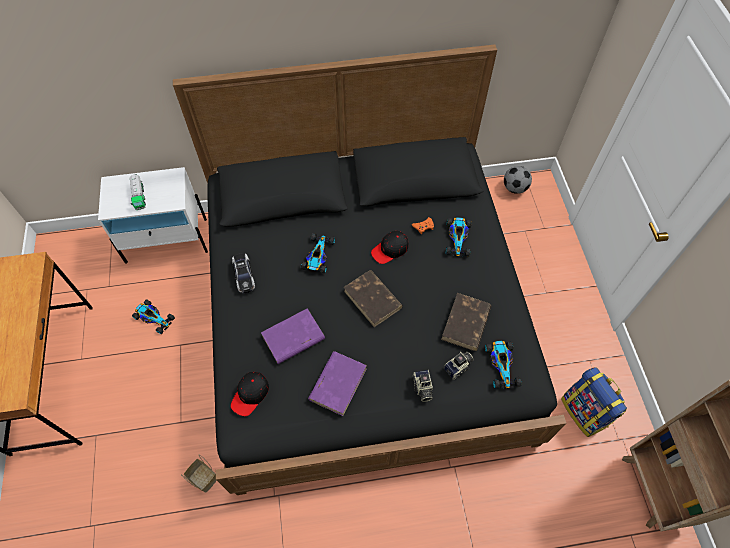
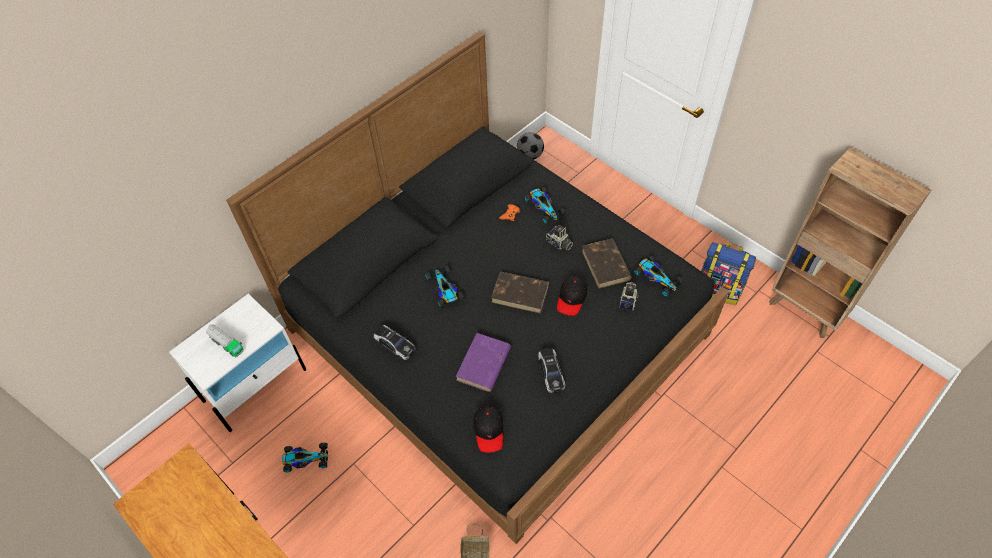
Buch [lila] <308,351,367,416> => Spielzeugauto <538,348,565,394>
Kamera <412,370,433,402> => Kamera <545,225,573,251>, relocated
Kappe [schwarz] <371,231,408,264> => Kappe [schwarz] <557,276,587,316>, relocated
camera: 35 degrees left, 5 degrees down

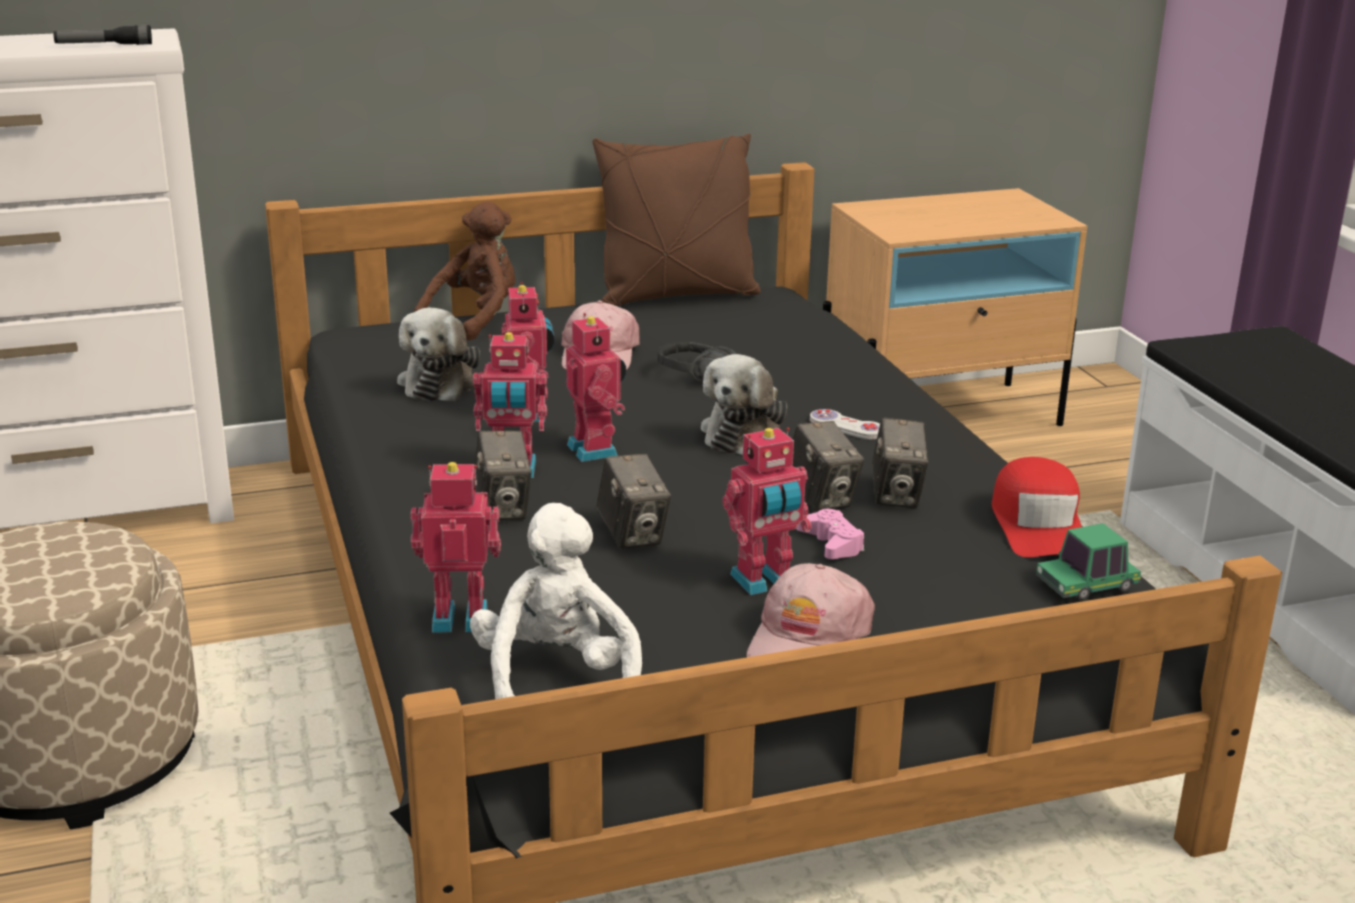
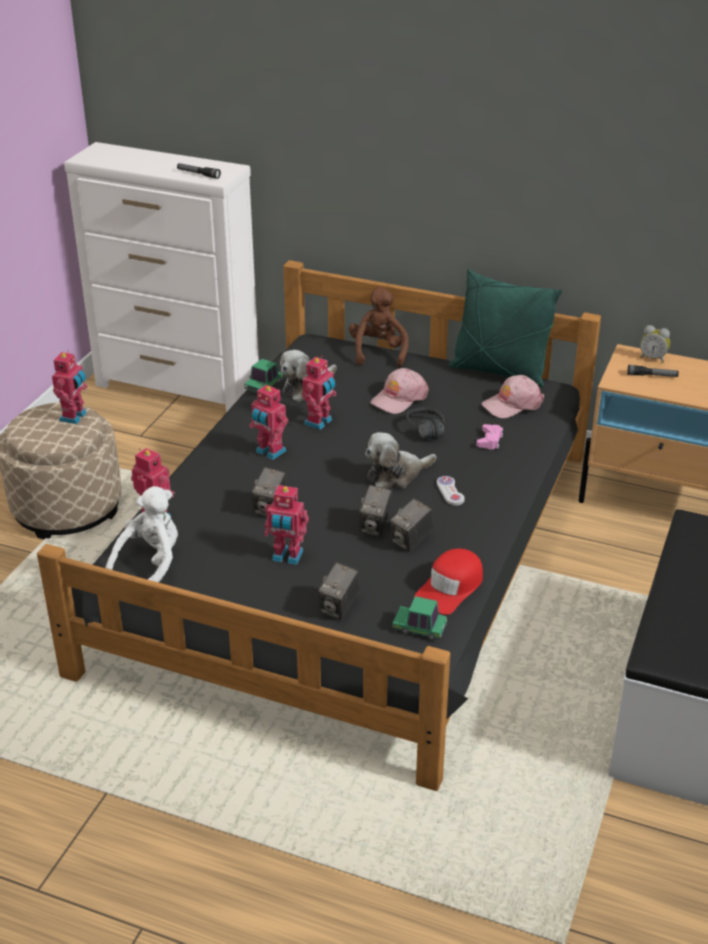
Spielzeugroboter <566,313,626,462> => Spielzeugroboter <52,350,88,424>, relocated
nothing => Spielzeugauto <244,359,283,393>
Kamera <475,431,531,520> => Kamera <318,562,359,620>, relocated
Plüschtier [braun] <414,202,515,340> => Plüschtier [braun] <349,286,408,367>, 75 degrees counterclockwise
Kissen [braun] <593,134,761,306> => Kissen [grün] <449,269,562,387>
Gamepad [rosa] <797,509,864,559> => Gamepad [rosa] <476,424,503,449>, relocated
Kappe [rosa] <747,563,875,657> => Kappe [rosa] <481,375,544,418>, relocated
nothing => Taschenlampe <627,365,679,377>
nothing => Wecker <640,325,670,363>
camera: 40 degrees right, 10 degrees up

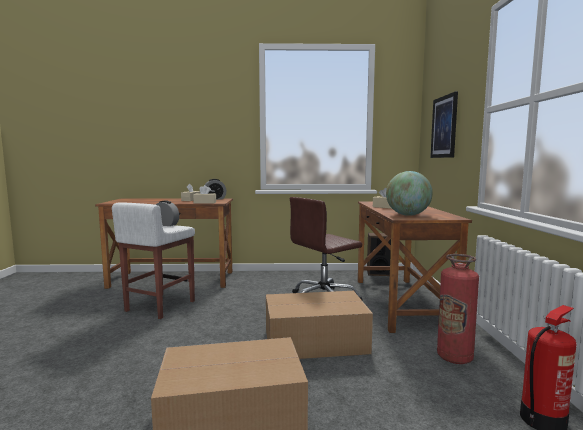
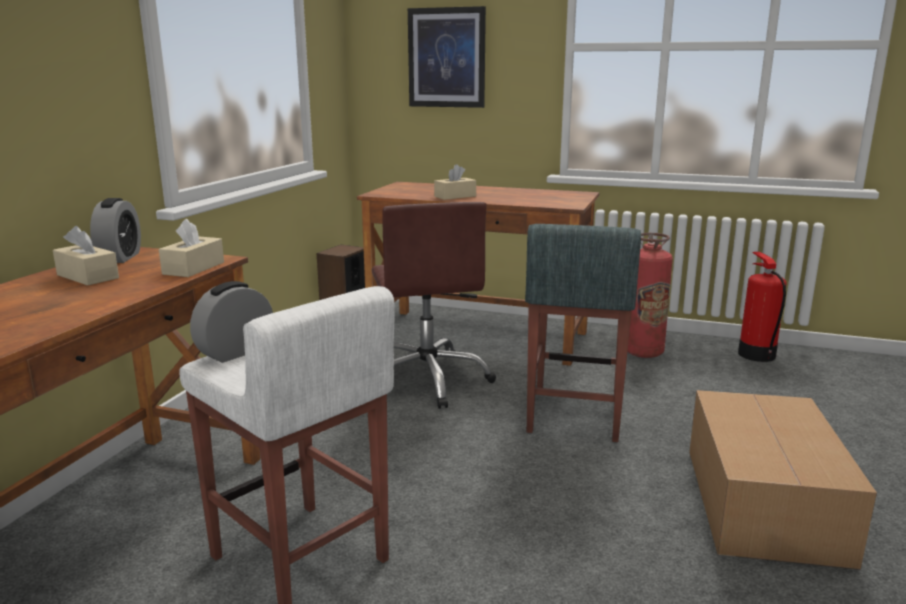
Karton <266,291,373,359> => Hocker [grau] <525,224,641,442>
Globus <386,171,433,216> => nothing
camera: 70 degrees left, 10 degrees up

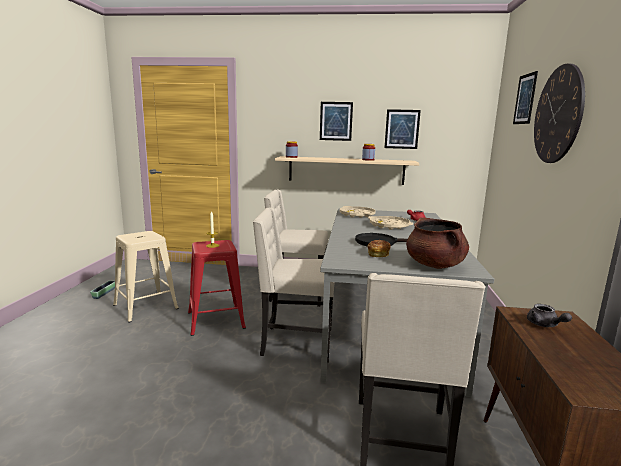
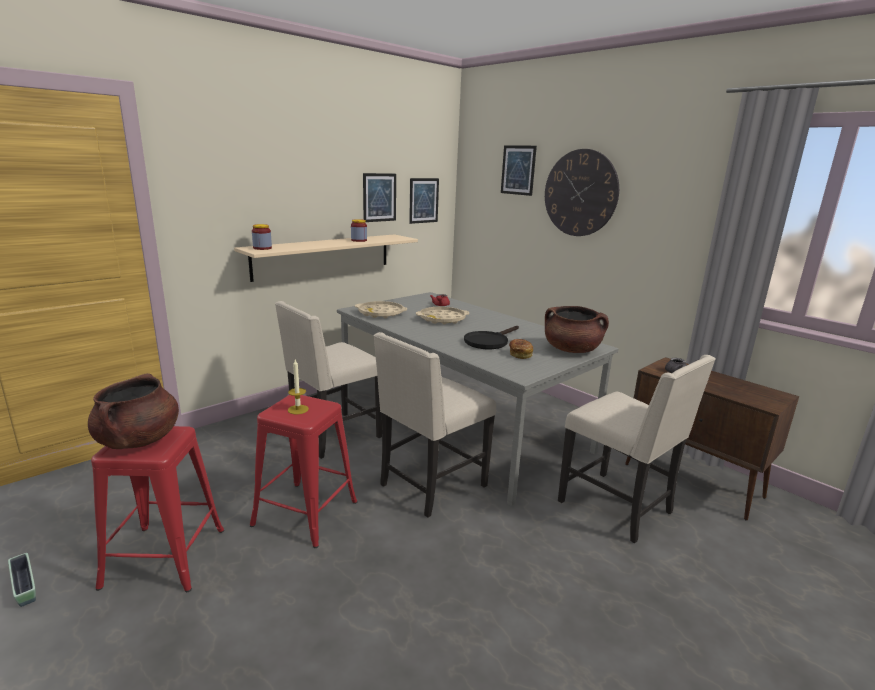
nothing => Kochtopf [braun] <88,373,179,449>
Hocker [beige] <113,231,179,323> => Hocker [rot] <91,426,225,592>
Bild <320,102,353,141> => Bild <409,178,439,224>, relocated
camera: 50 degrees left, 5 degrees up

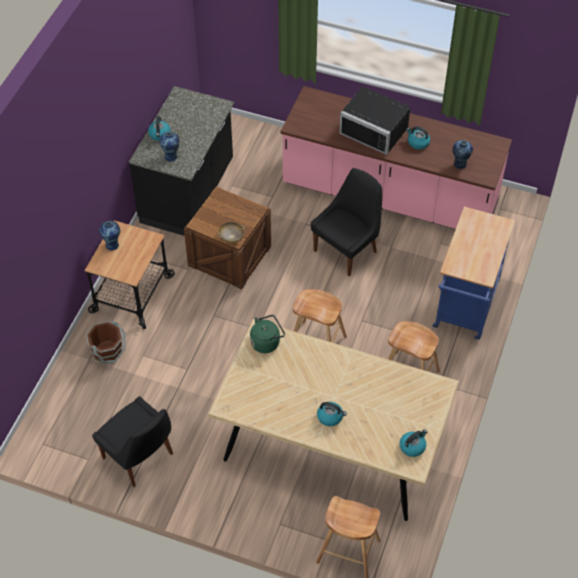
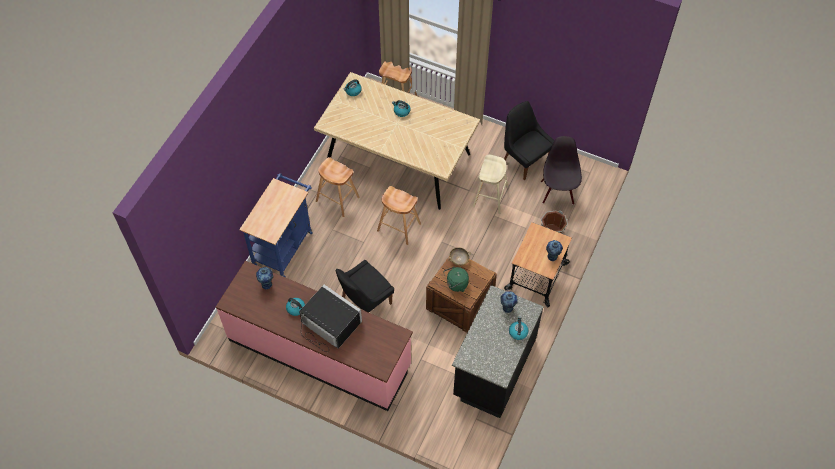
Wasserkessel [grün] <250,315,285,353> => Wasserkessel [grün] <444,266,469,292>, relocated
nothing => Hocker [beige] <473,154,508,214>
nothing => Stuhl [schwarz] <541,136,582,205>
camera: 175 degrees left, 5 degrees up

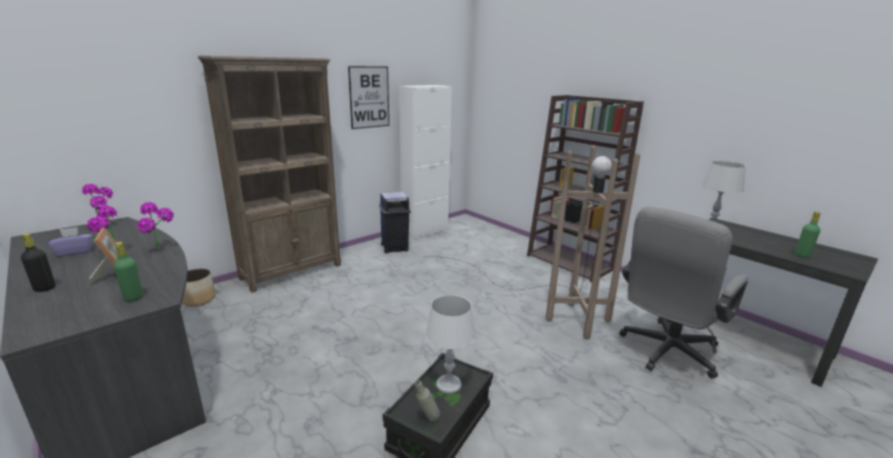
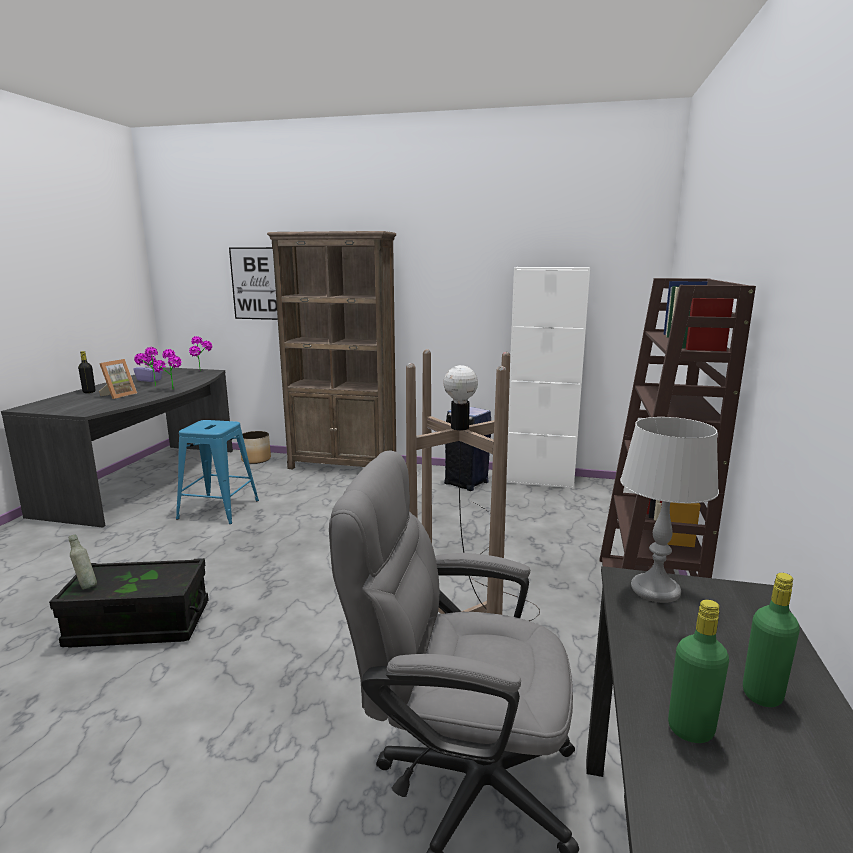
nothing => Hocker [blau] <176,420,259,524>
Bild <348,66,389,129> => Bild <229,247,278,320>, relocated
Flasche [grün] <114,242,143,302> => Flasche [grün] <743,573,800,707>, relocated
Tischlampe [weiß] <426,295,475,394> => nothing
camera: 55 degrees right, 5 degrees down

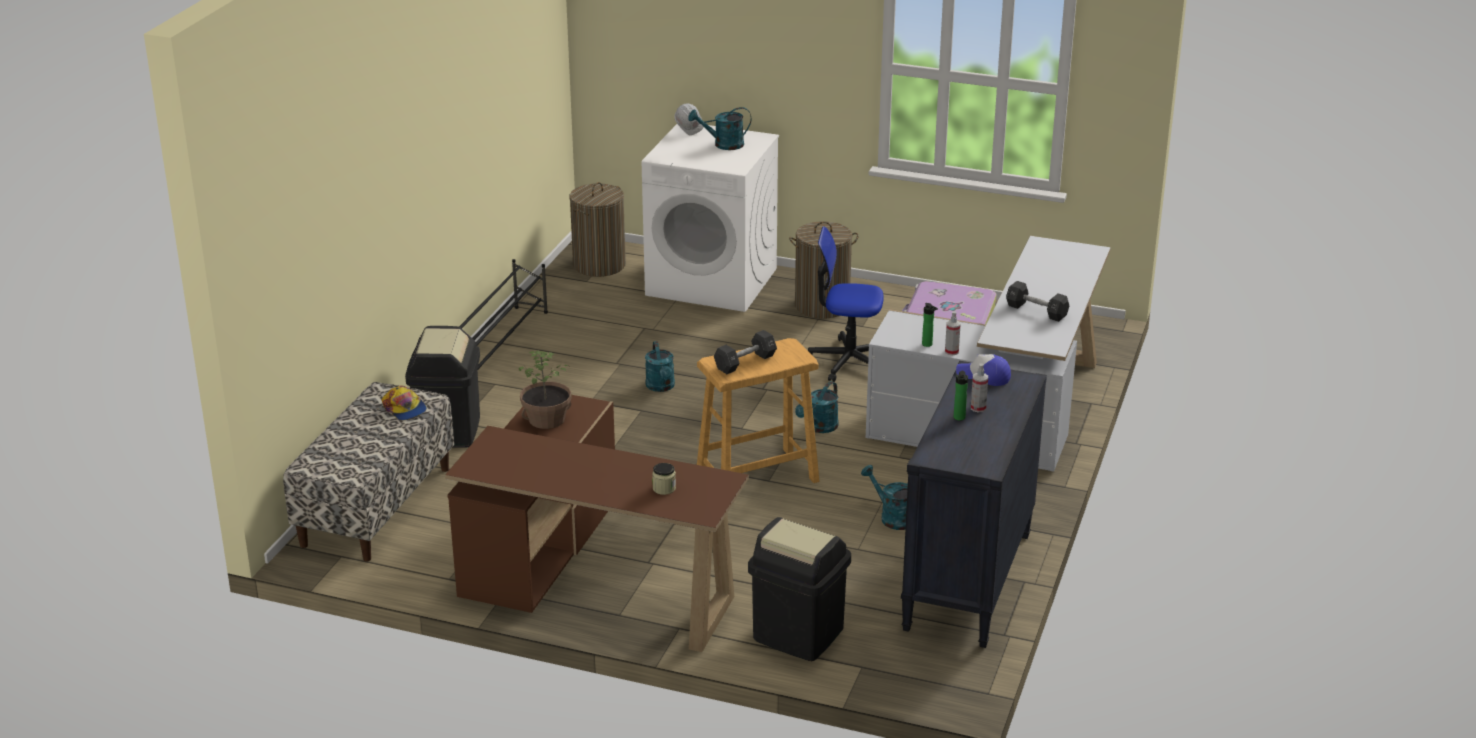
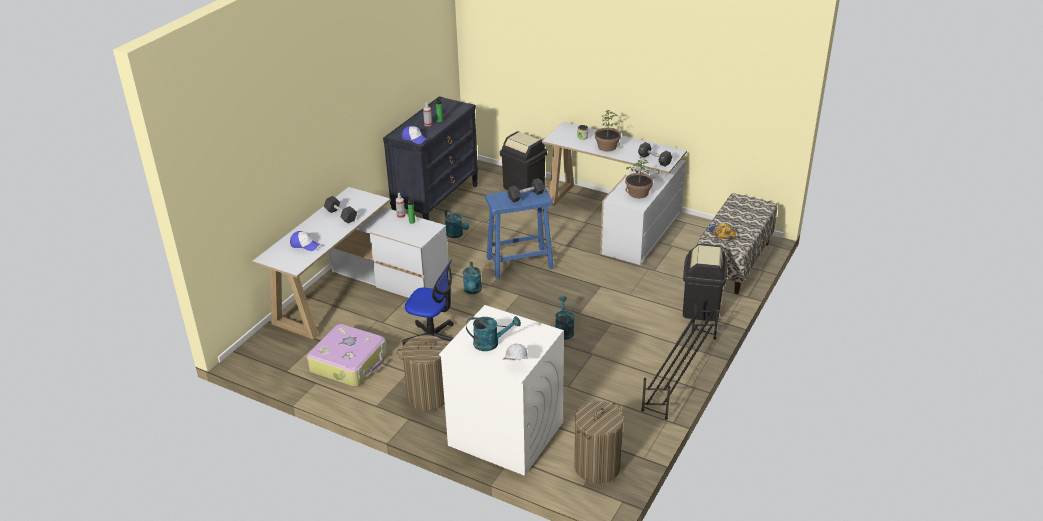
nothing => Kappe <290,231,320,251>
Gießkanne [türkis] <795,381,839,433> => Gießkanne [türkis] <463,262,482,294>, 135 degrees clockwise
Hocker [beige] <697,338,819,483> => Hocker [blau] <485,188,554,279>
Schreibtisch [braun] <445,395,749,652> => Schreibtisch [weiß] <542,122,687,265>
nothing => Topfpflanze <595,110,621,152>
nothing => Hantel [schwarz] <638,142,672,167>
camera: 170 degrees left, 5 degrees up

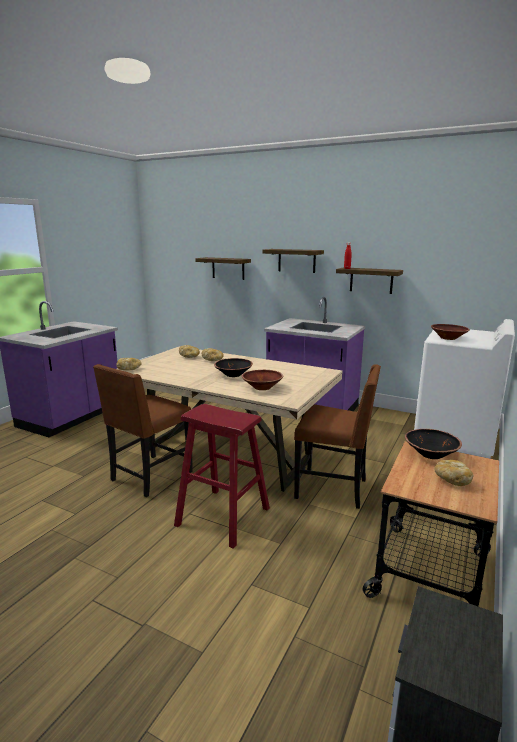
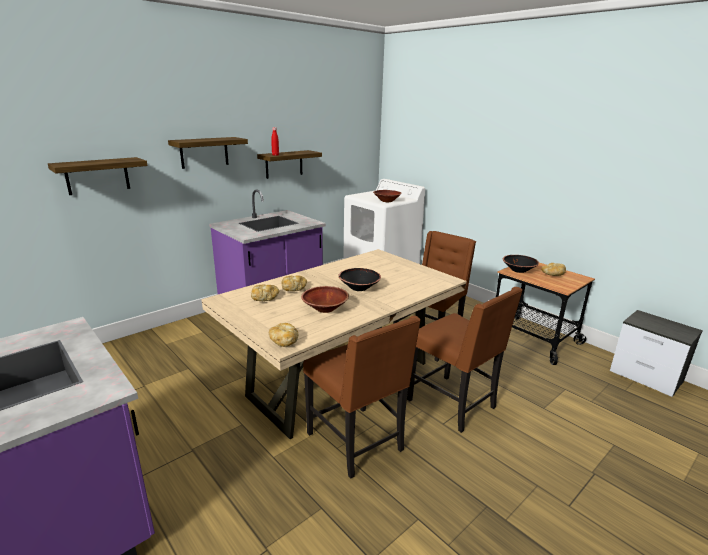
Schüssel [braun] <242,370,283,390> => Schüssel [braun] <301,286,349,313>, relocated
Hocker [rot] <174,404,270,549> => Stuhl [braun] <407,287,523,433>
camera: 70 degrees left, 5 degrees up

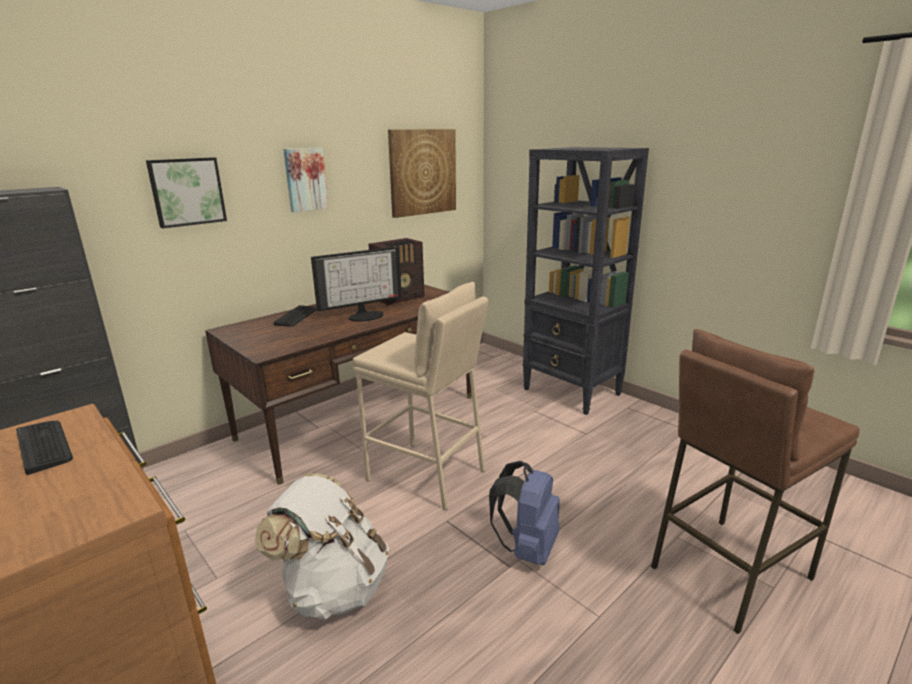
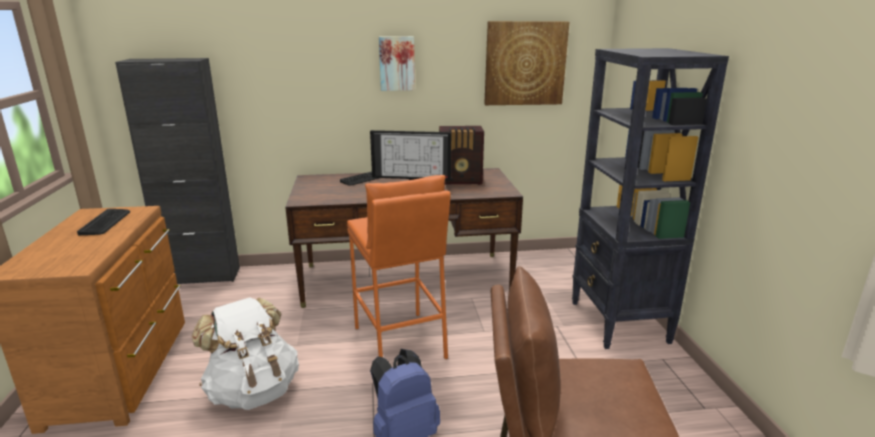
Hocker [beige] <353,282,488,511> => Hocker [orange] <347,175,451,359>
Bild <146,157,227,228> => nothing
camera: 35 degrees right, 0 degrees up

